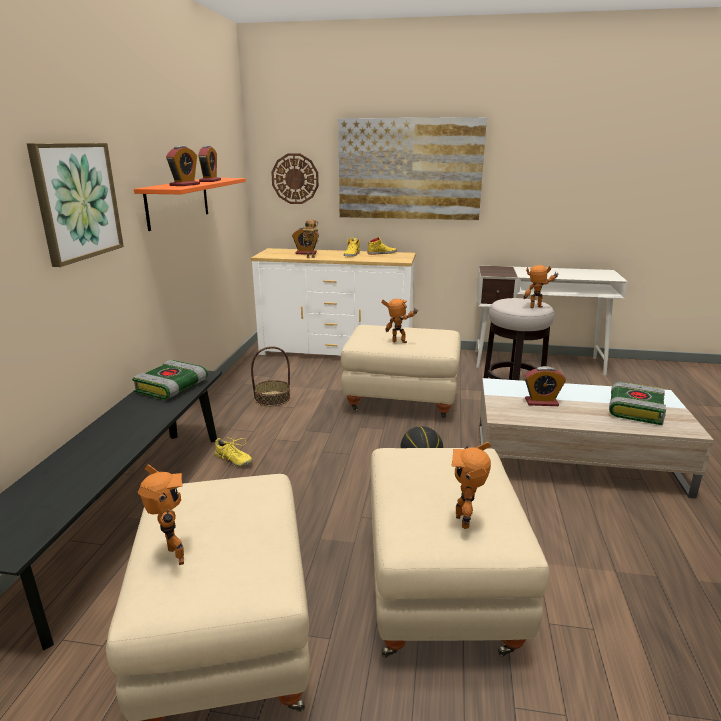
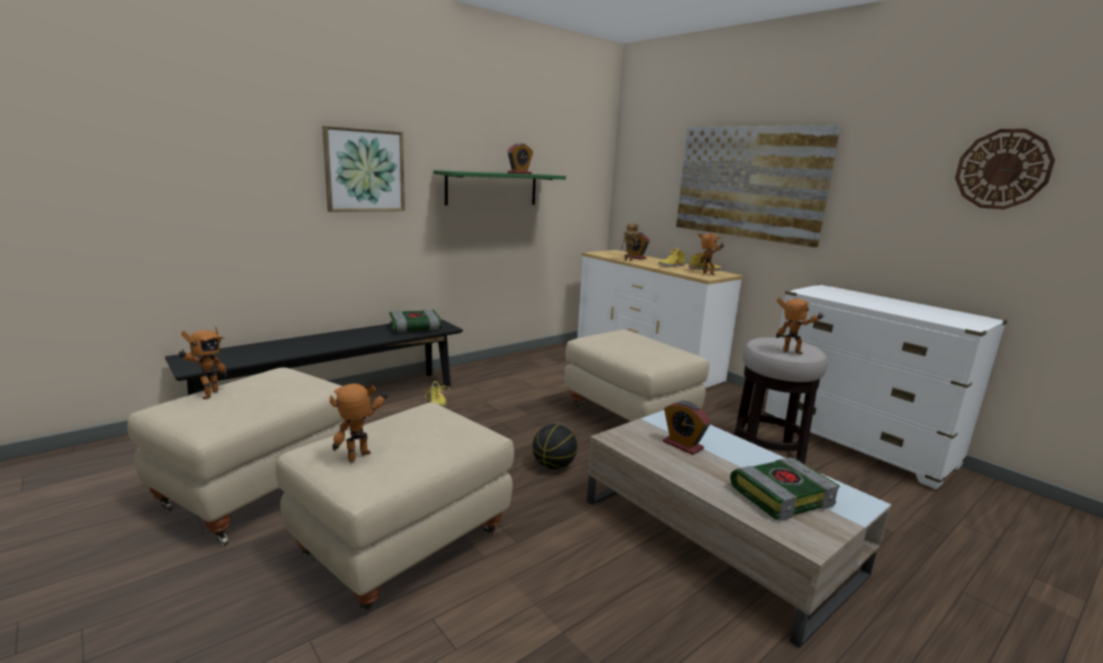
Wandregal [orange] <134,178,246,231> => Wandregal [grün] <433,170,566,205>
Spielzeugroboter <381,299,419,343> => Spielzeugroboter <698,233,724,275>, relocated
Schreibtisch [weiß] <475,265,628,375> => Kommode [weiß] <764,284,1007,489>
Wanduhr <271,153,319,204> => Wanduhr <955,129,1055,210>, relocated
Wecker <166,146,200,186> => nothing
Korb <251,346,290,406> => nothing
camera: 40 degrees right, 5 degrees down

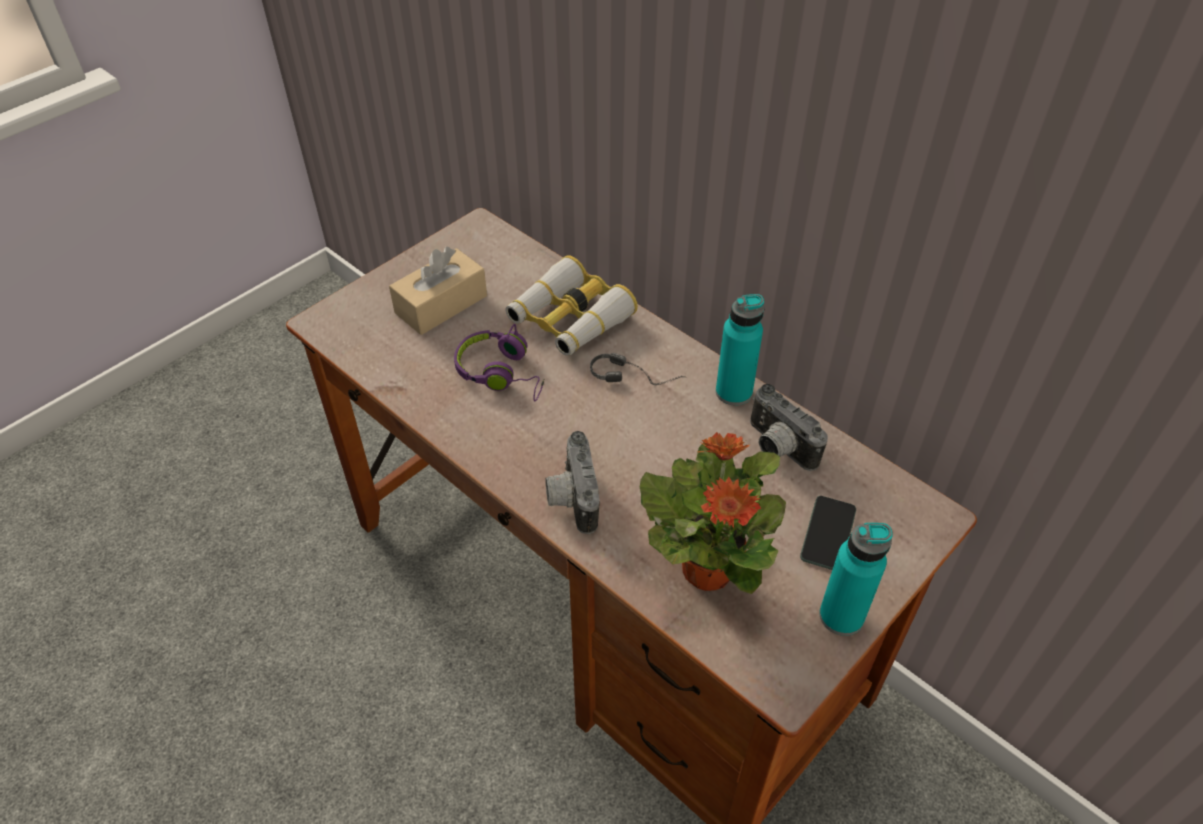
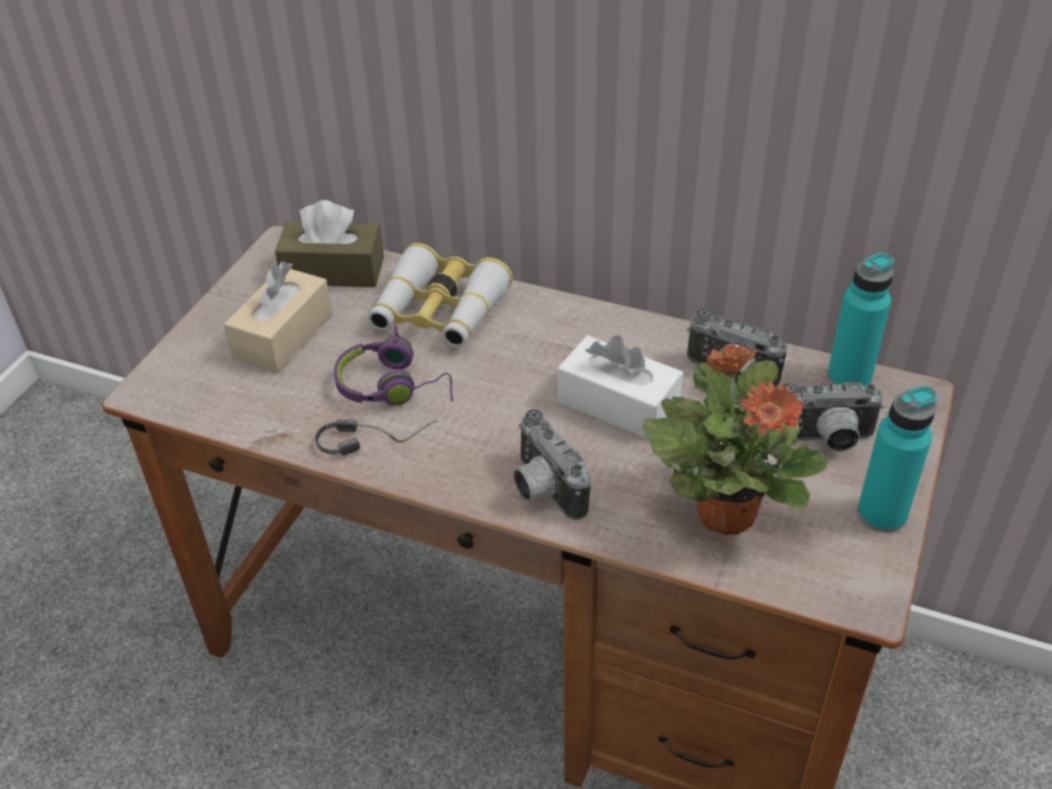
nothing => Taschentuchbox [braun] <275,200,384,287>
Kopfhörer <590,353,685,385> => Kopfhörer <315,419,438,455>, relocated
nothing => Taschentuchbox [weiß] <558,335,683,439>
Handy <800,496,856,570> => Kamera <783,382,884,452>
Flasche [türkis] <716,294,764,406> => Flasche [türkis] <827,253,894,386>, relocated
camera: 20 degrees left, 5 degrees down

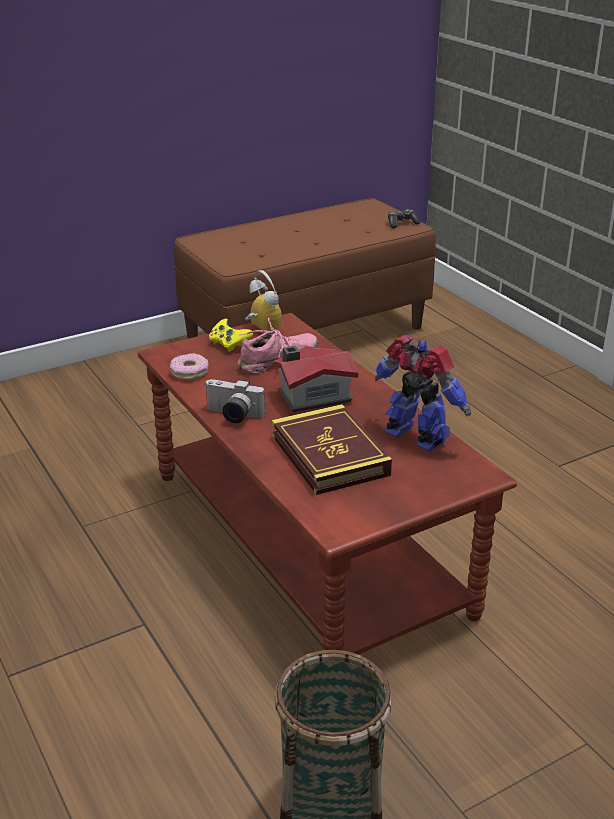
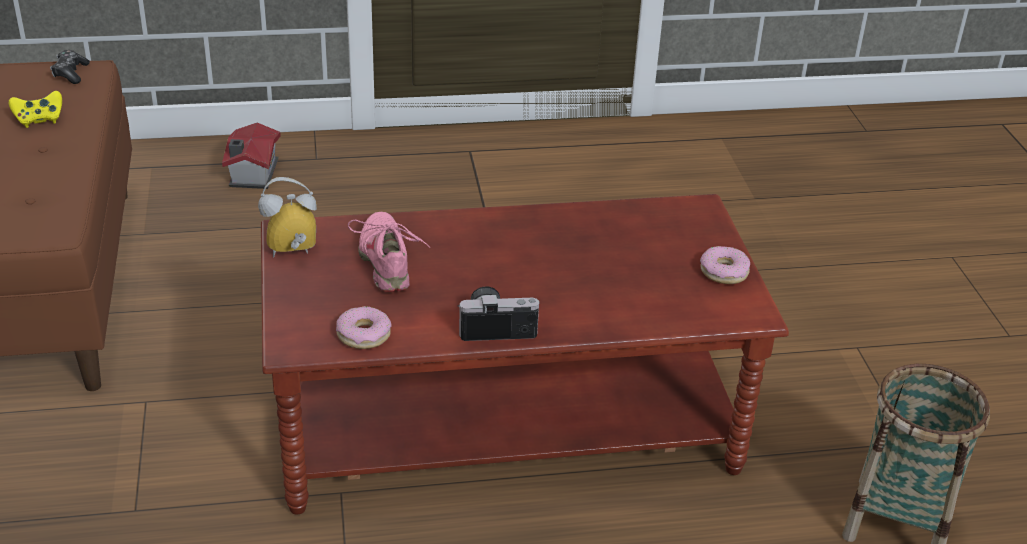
Gamepad [gelb] <209,319,253,352> => Gamepad [gelb] <9,91,62,128>, relocated
Spielzeughaus <273,346,358,412> => Spielzeughaus <222,123,281,189>, relocated
Kamera <204,379,265,423> => Kamera <458,286,540,341>, 135 degrees counterclockwise
nothing => Donut <700,246,750,284>
Buch <272,404,392,495> => nothing
Spielzeugroboter <375,335,471,451> => nothing
camera: 70 degrees left, 5 degrees up

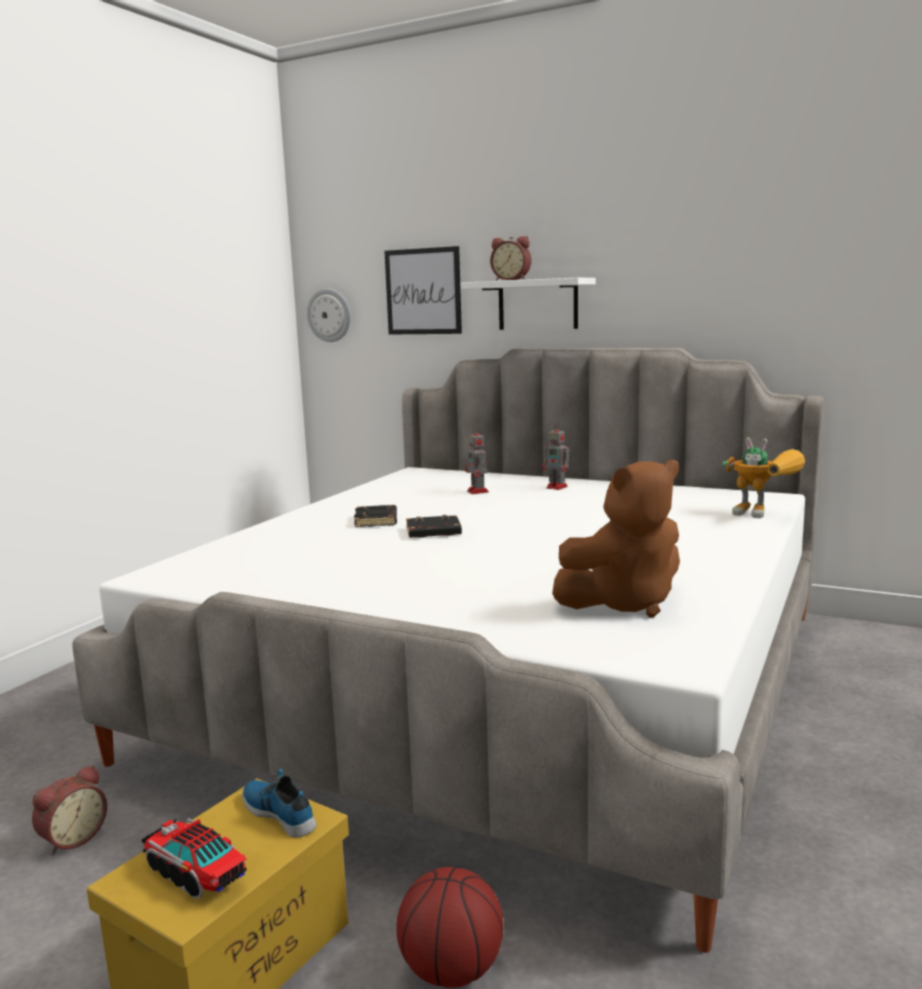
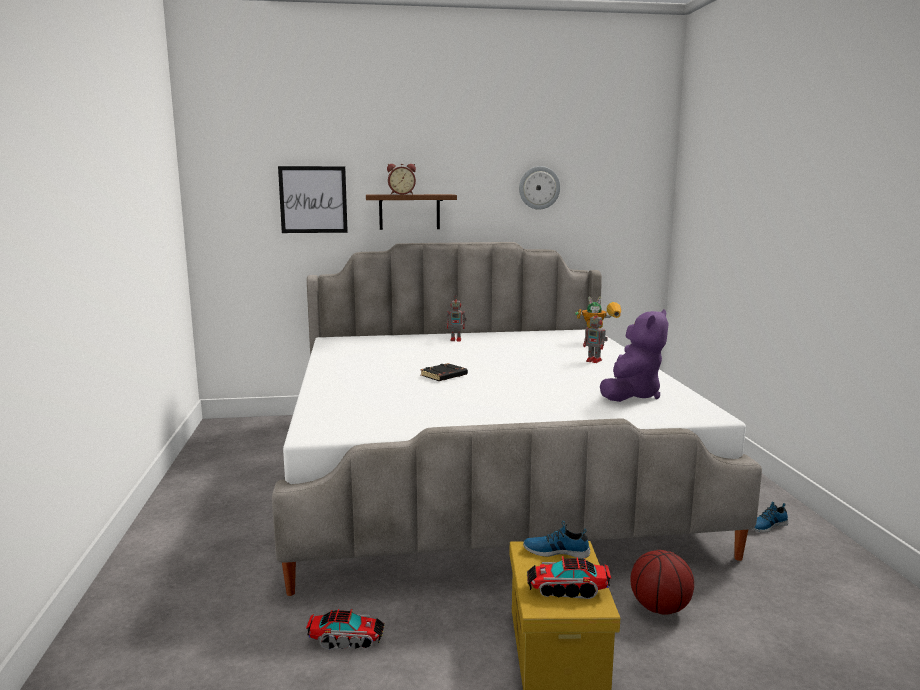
Wecker <32,765,107,855> => Spielzeuglaster <306,609,385,650>
Wandregal [weiß] <461,278,596,330> => Wandregal [braun] <366,194,457,230>
Wanduhr <307,288,351,342> => Wanduhr <519,166,560,210>, relocated
Spielzeugroboter <465,428,489,494> => Spielzeugroboter <583,311,608,363>, relocated
Plüschtier [braun] <552,460,680,618> => Plüschtier [lila] <600,309,669,402>
nothing => Schuh <752,501,788,533>
Buch [schwarz] <354,505,397,527> => nothing
camera: 35 degrees left, 0 degrees up

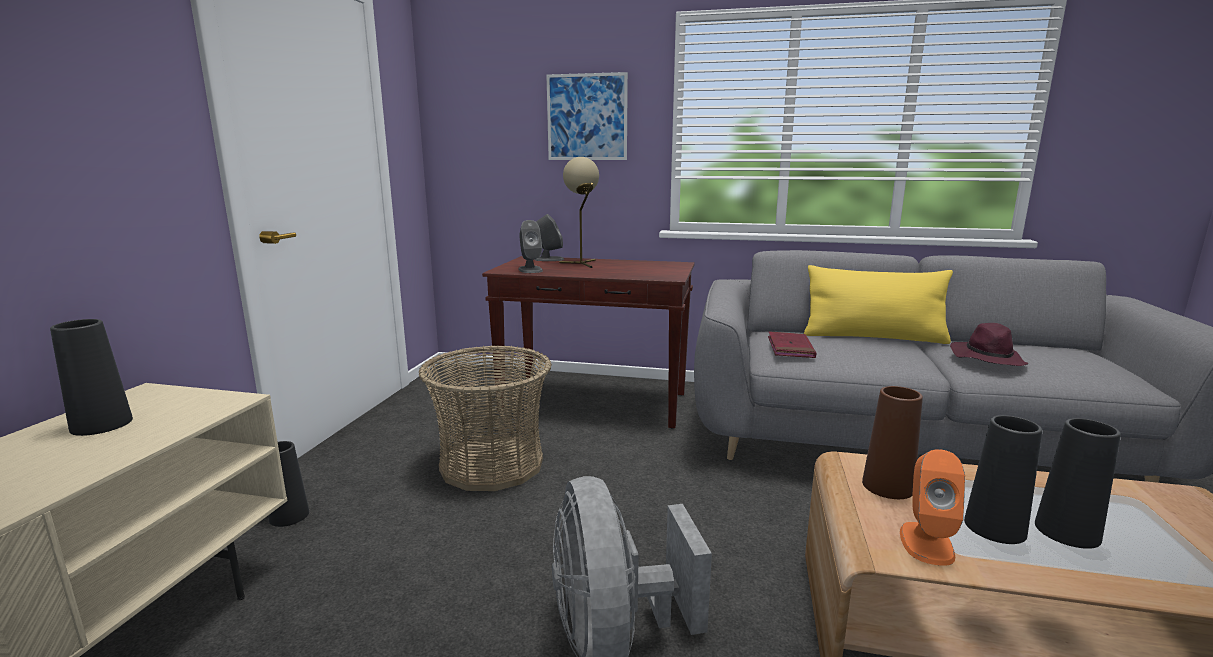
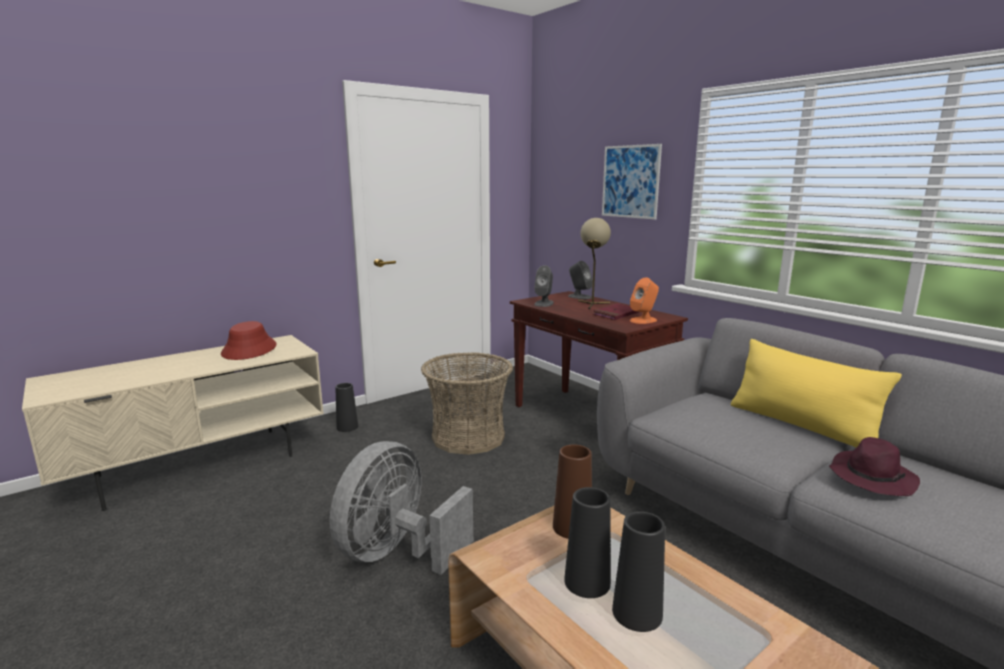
Vase [schwarz] <50,319,133,436> => Hut [rot] <221,321,277,360>
Buch [rot] <768,331,817,358> => Buch [rot] <593,303,639,320>, relocated
Lautsprecher [orange] <900,449,965,566> => Lautsprecher [orange] <630,278,659,324>, relocated
camera: 40 degrees right, 0 degrees up

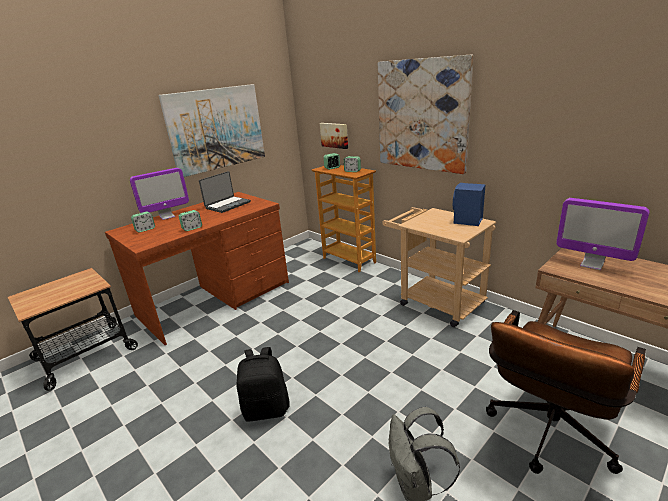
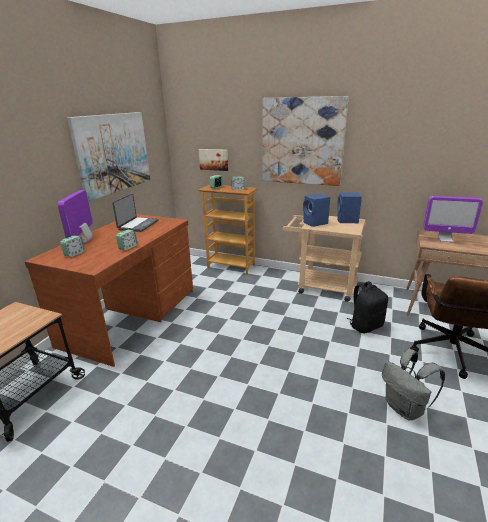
Monitor <130,168,189,220> => Monitor <58,190,93,243>, 150 degrees clockwise
nothing => Lautsprecher [blau] <303,193,330,227>
Rucksack [schwarz] <236,347,290,422> => Rucksack [schwarz] <347,281,388,333>, relocated
camera: 25 degrees left, 0 degrees up

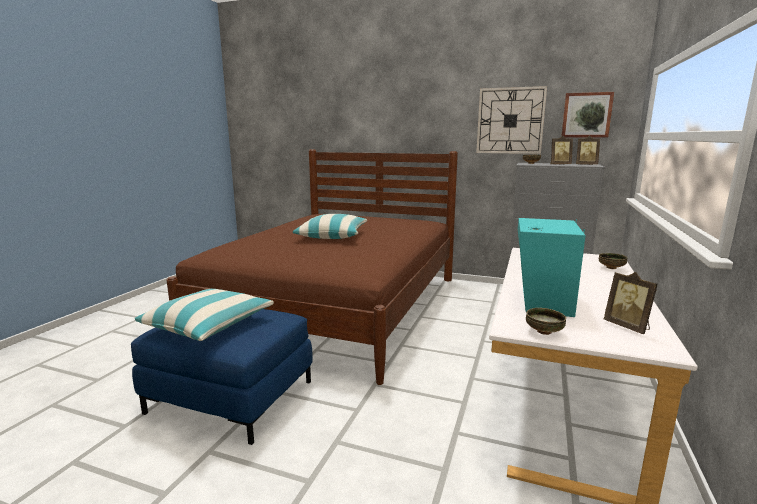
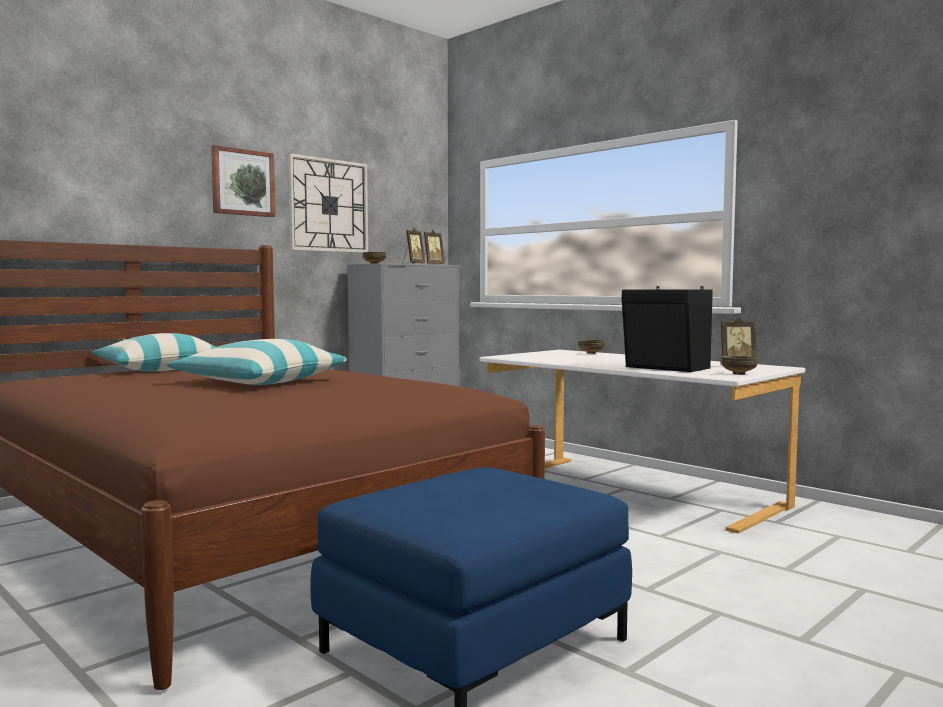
Kissen <135,289,274,341> => Kissen <92,333,216,372>, relocated
Bild <561,92,614,138> => Bild <211,145,275,217>, relocated
Lautsprecher [türkis] <518,218,586,317> => Lautsprecher [schwarz] <622,286,713,372>
camera: 65 degrees left, 10 degrees down

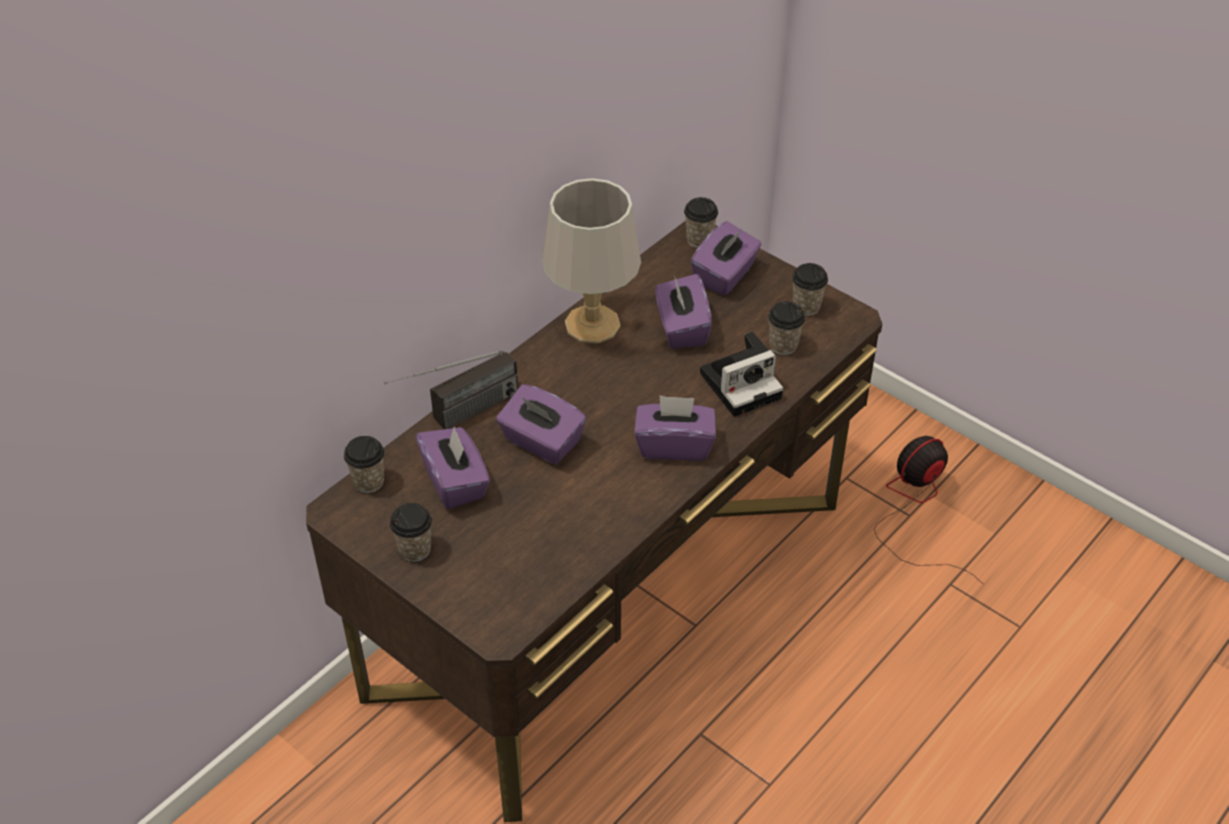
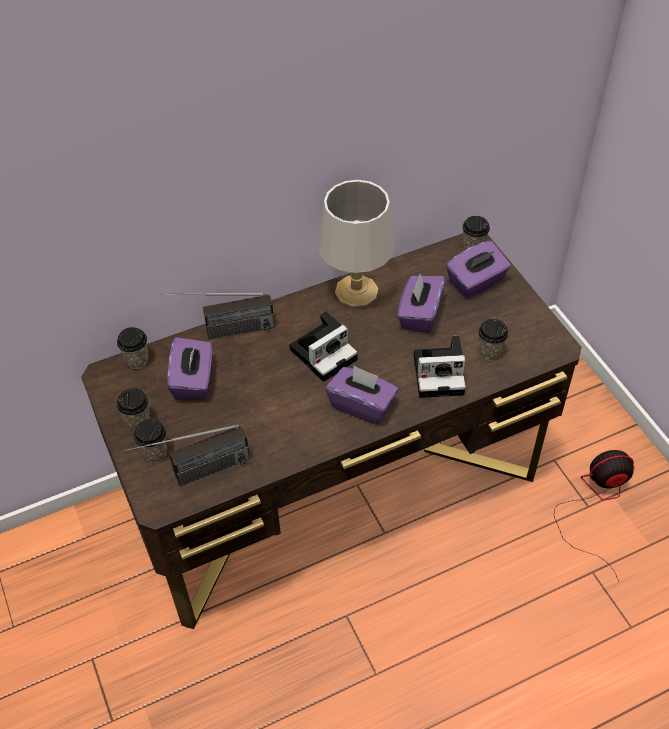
nothing => Radio <123,425,250,487>
Tasse <792,263,828,316> => Tasse <133,419,167,463>, relocated
nothing => Kamera <289,311,358,382>
Taschentuchbox [lila] <496,384,586,464> => nothing
camera: 25 degrees right, 5 degrees up

